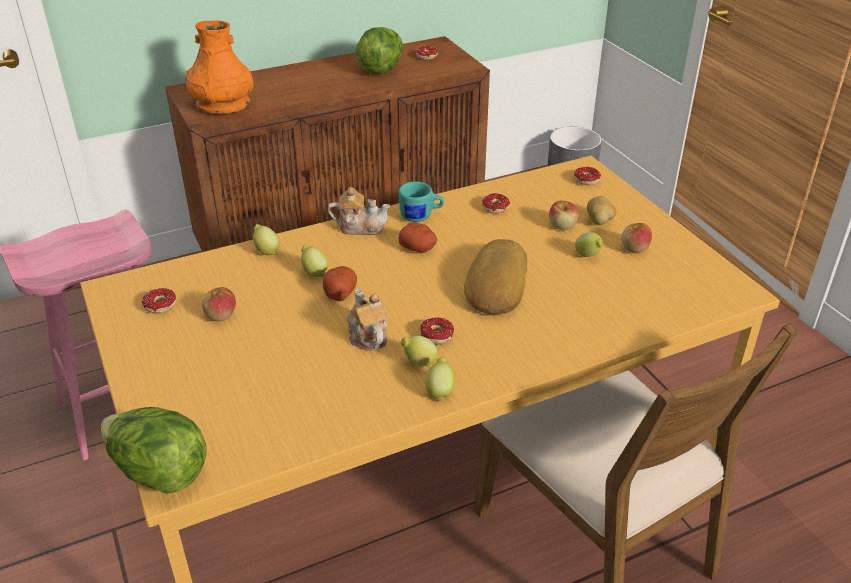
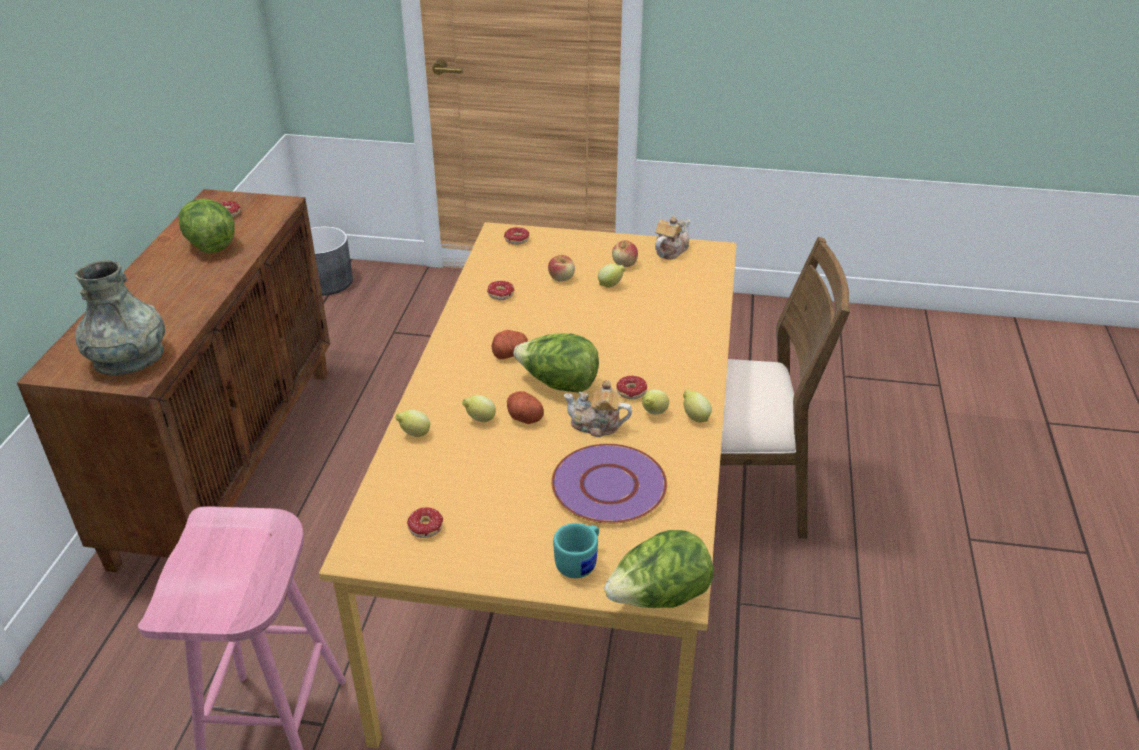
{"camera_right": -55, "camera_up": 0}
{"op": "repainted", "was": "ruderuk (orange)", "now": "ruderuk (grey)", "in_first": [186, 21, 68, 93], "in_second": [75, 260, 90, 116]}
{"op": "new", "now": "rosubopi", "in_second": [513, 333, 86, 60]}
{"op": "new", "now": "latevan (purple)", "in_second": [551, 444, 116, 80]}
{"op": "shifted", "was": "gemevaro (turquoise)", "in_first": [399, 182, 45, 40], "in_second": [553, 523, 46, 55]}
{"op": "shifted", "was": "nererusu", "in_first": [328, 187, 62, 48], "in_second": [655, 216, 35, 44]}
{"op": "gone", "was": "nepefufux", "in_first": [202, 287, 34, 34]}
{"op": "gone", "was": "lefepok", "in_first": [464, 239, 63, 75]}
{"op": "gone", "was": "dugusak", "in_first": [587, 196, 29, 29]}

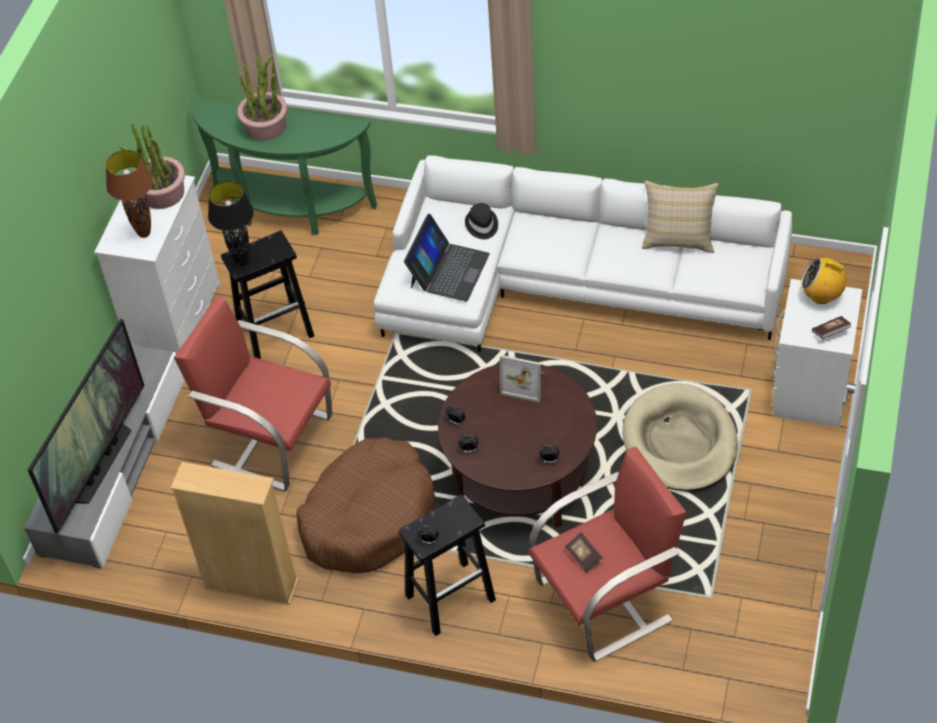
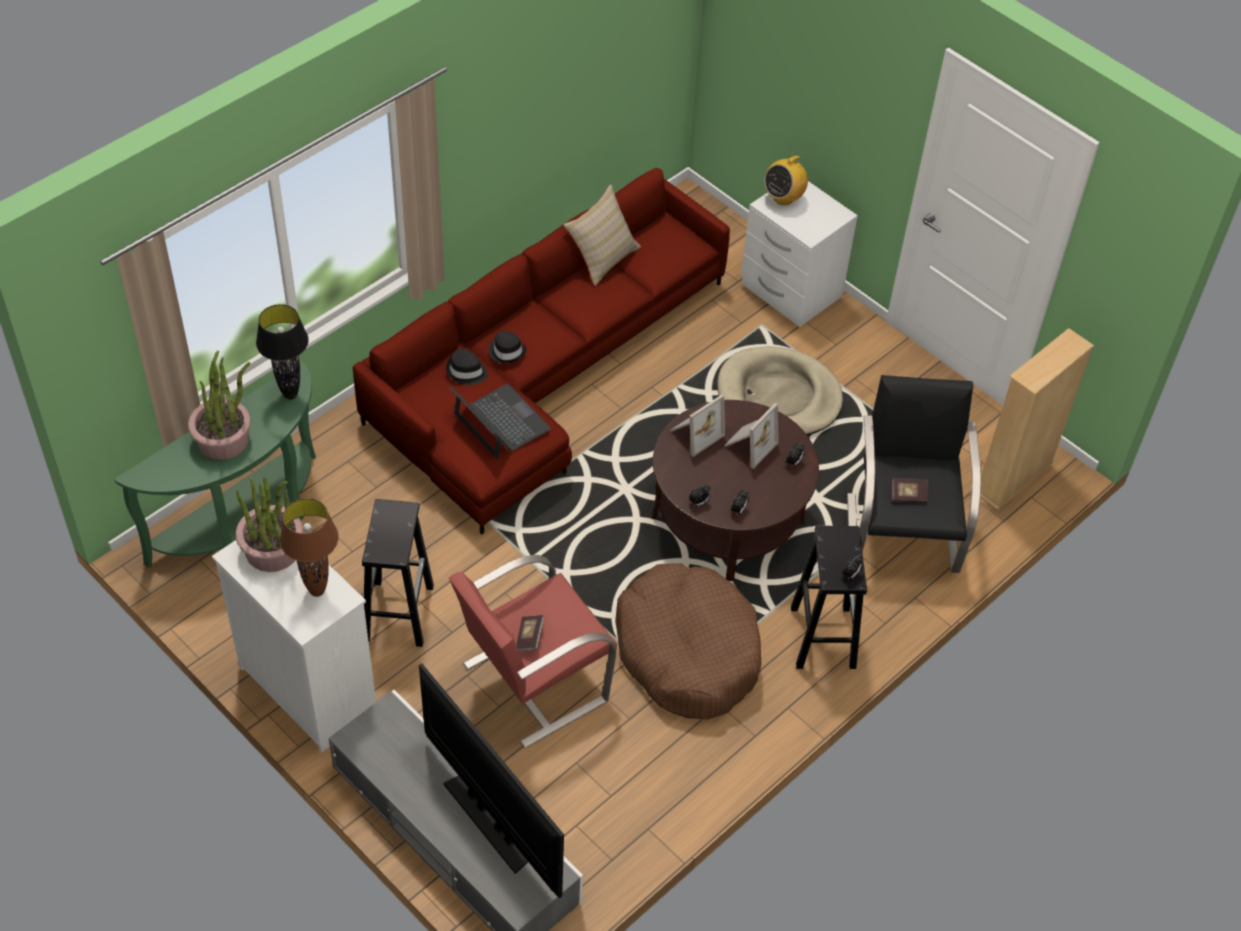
{"camera_right": -65, "camera_up": 0}
{"op": "shifted", "was": "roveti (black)", "in_first": [208, 181, 46, 85], "in_second": [256, 304, 53, 96]}
{"op": "repainted", "was": "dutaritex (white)", "now": "dutaritex (red)", "in_first": [374, 155, 418, 197], "in_second": [353, 168, 377, 366]}
{"op": "new", "now": "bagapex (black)", "in_second": [488, 331, 38, 32]}
{"op": "shifted", "was": "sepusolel", "in_first": [812, 316, 40, 23], "in_second": [516, 615, 29, 37]}
{"op": "new", "now": "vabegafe", "in_second": [724, 403, 55, 66]}
{"op": "repainted", "was": "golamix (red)", "now": "golamix (black)", "in_first": [529, 447, 158, 215], "in_second": [847, 375, 134, 198]}
{"op": "shifted", "was": "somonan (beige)", "in_first": [171, 462, 128, 143], "in_second": [980, 328, 114, 182]}

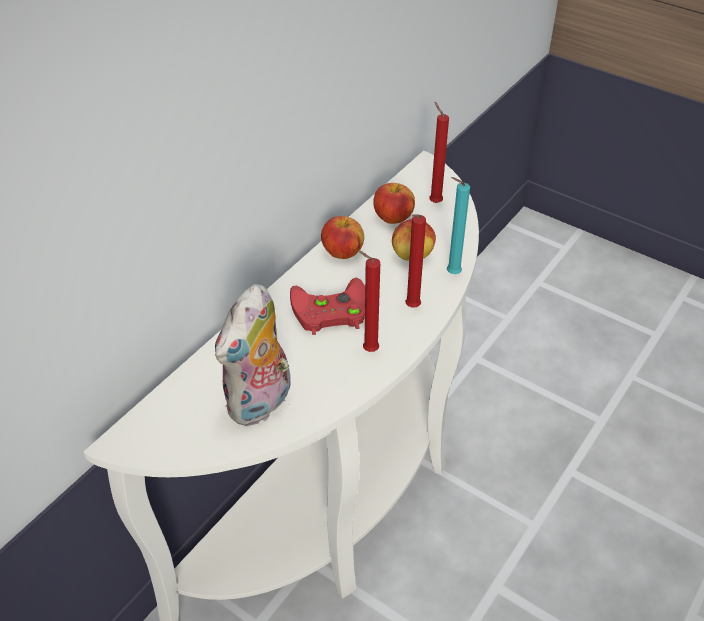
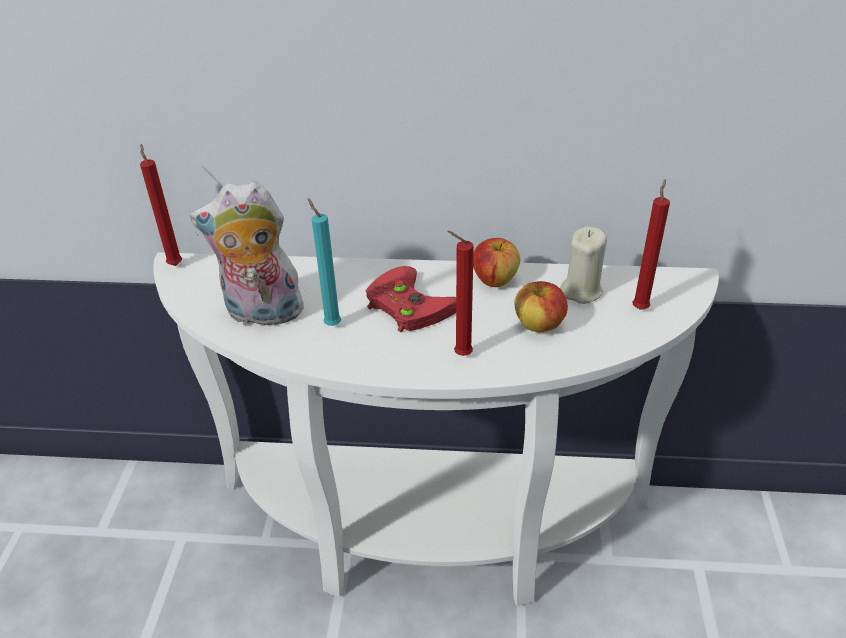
{"camera_right": 60, "camera_up": -5}
{"op": "shifted", "was": "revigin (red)", "in_first": [358, 250, 22, 102], "in_second": [140, 144, 42, 122]}
{"op": "shifted", "was": "revigin (turquoise)", "in_first": [447, 177, 23, 97], "in_second": [307, 198, 34, 128]}
{"op": "swapped", "was": "nepefufux", "now": "revigin (beige)", "in_first": [373, 183, 42, 41], "in_second": [560, 226, 47, 78]}

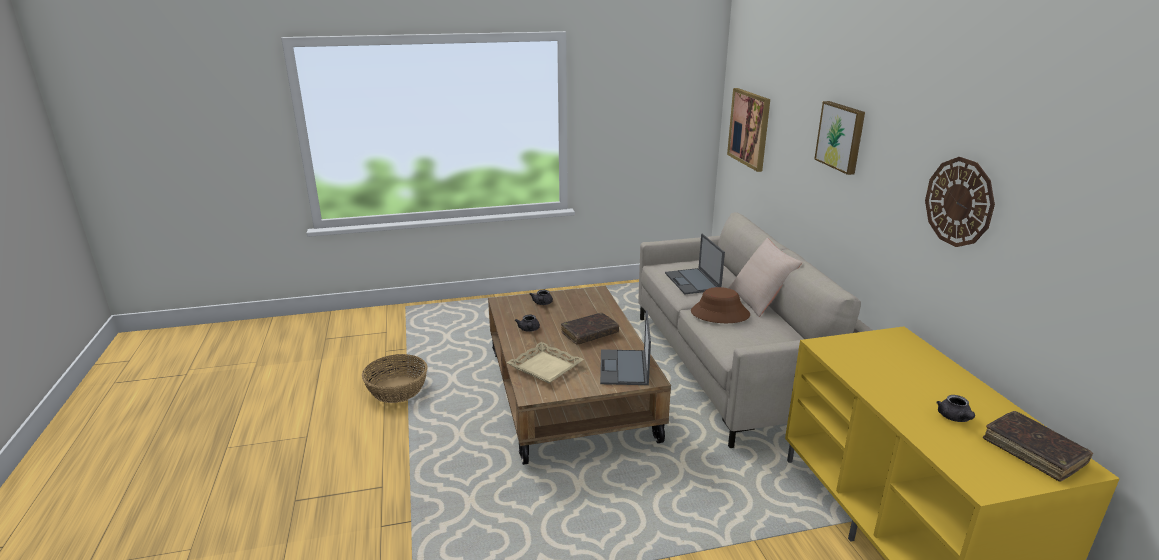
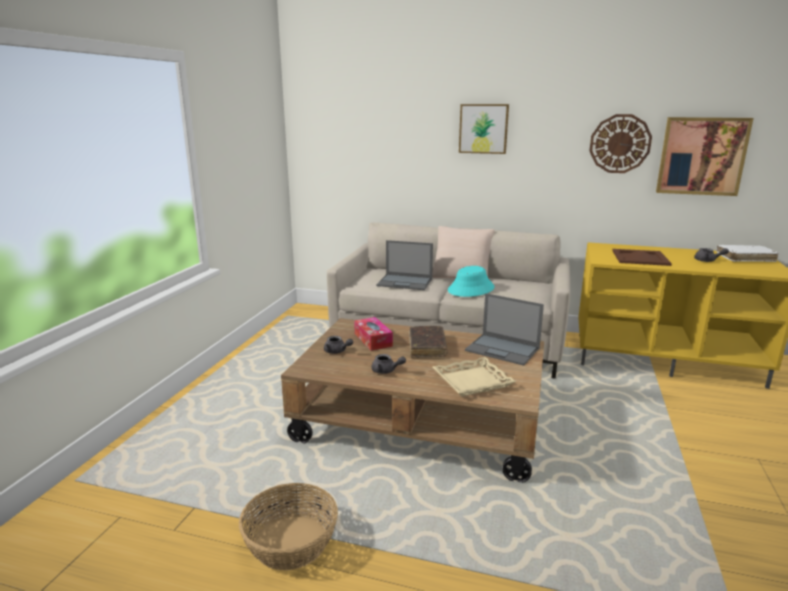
{"camera_right": -60, "camera_up": -5}
{"op": "new", "now": "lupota", "in_second": [354, 317, 39, 34]}
{"op": "repainted", "was": "bagapex (brown)", "now": "bagapex (turquoise)", "in_first": [691, 287, 59, 36], "in_second": [448, 266, 47, 31]}
{"op": "new", "now": "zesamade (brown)", "in_second": [612, 249, 60, 17]}
{"op": "shifted", "was": "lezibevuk", "in_first": [727, 88, 43, 84], "in_second": [656, 117, 98, 79]}
{"op": "repainted", "was": "sepusolel (brown)", "now": "sepusolel (white)", "in_first": [983, 411, 110, 71], "in_second": [716, 245, 63, 17]}

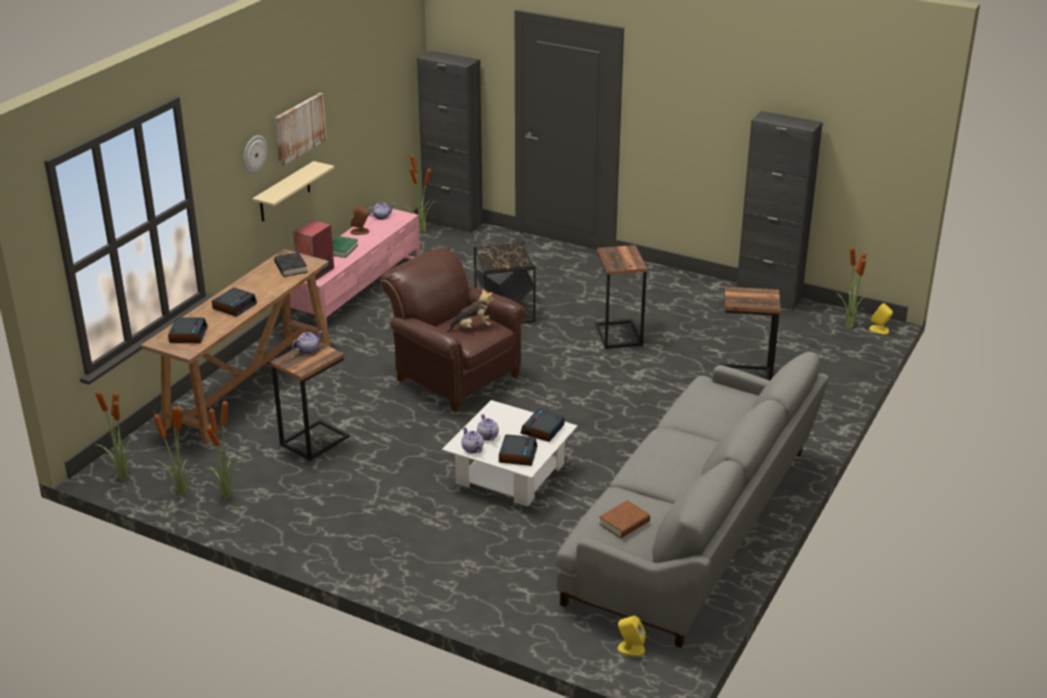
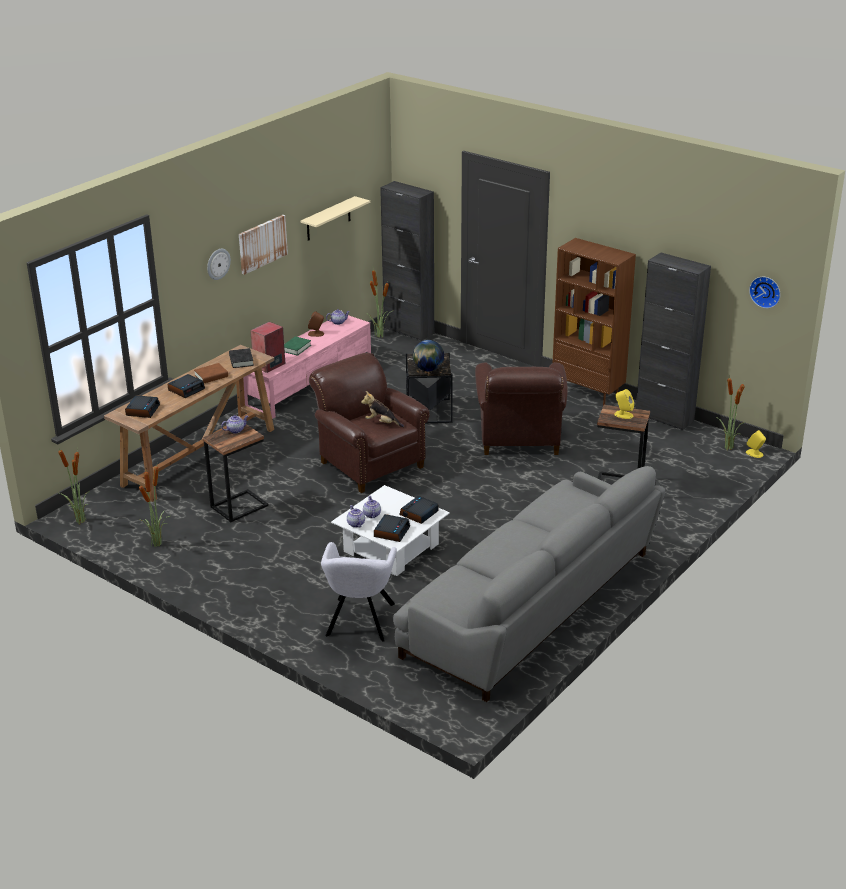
{"camera_right": 10, "camera_up": 0}
{"op": "shifted", "was": "sepusolel (brown)", "in_first": [599, 500, 51, 38], "in_second": [194, 363, 34, 20]}
{"op": "shifted", "was": "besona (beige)", "in_first": [252, 161, 82, 61], "in_second": [301, 196, 69, 45]}
{"op": "new", "now": "golamix (grey)", "in_second": [321, 542, 76, 100]}
{"op": "rotated", "was": "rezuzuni", "in_first": [446, 289, 48, 43], "in_second": [361, 391, 43, 36], "clockwise": -150}
{"op": "new", "now": "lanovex", "in_second": [413, 340, 31, 31]}
{"op": "swapped", "was": "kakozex", "now": "golamix (brown)", "in_first": [595, 245, 52, 104], "in_second": [475, 362, 93, 93]}
{"op": "new", "now": "somonan (brown)", "in_second": [553, 238, 83, 167]}
{"op": "shifted", "was": "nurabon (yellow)", "in_first": [618, 616, 28, 41], "in_second": [614, 389, 20, 30]}
{"op": "new", "now": "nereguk", "in_second": [749, 277, 31, 31]}
{"op": "gone", "was": "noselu", "in_first": [153, 405, 46, 91]}

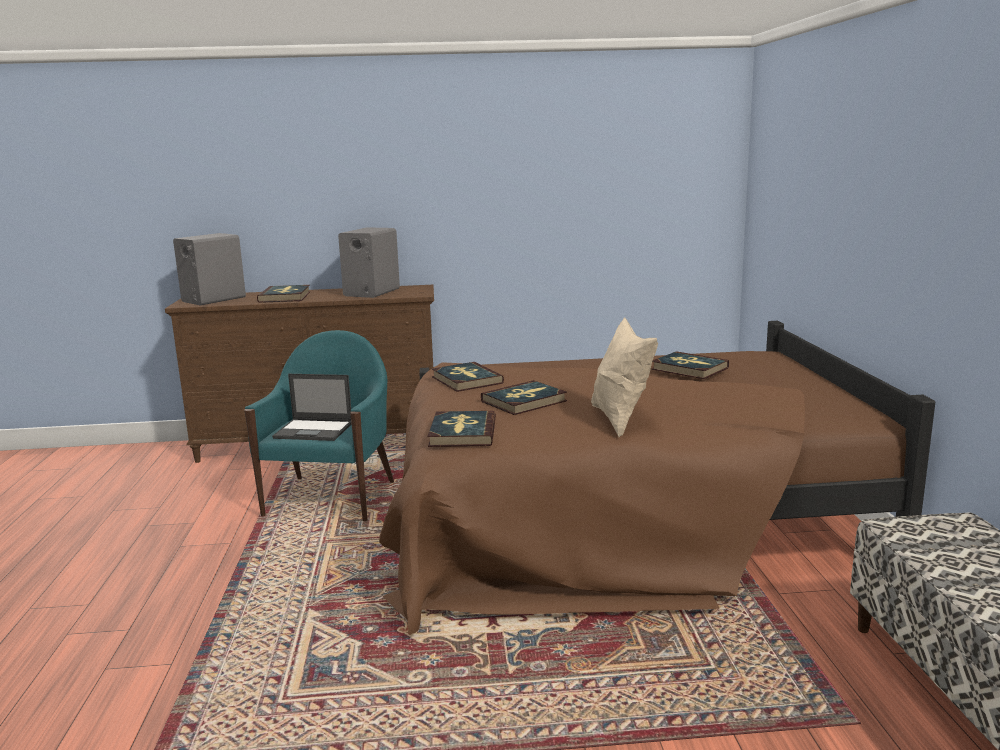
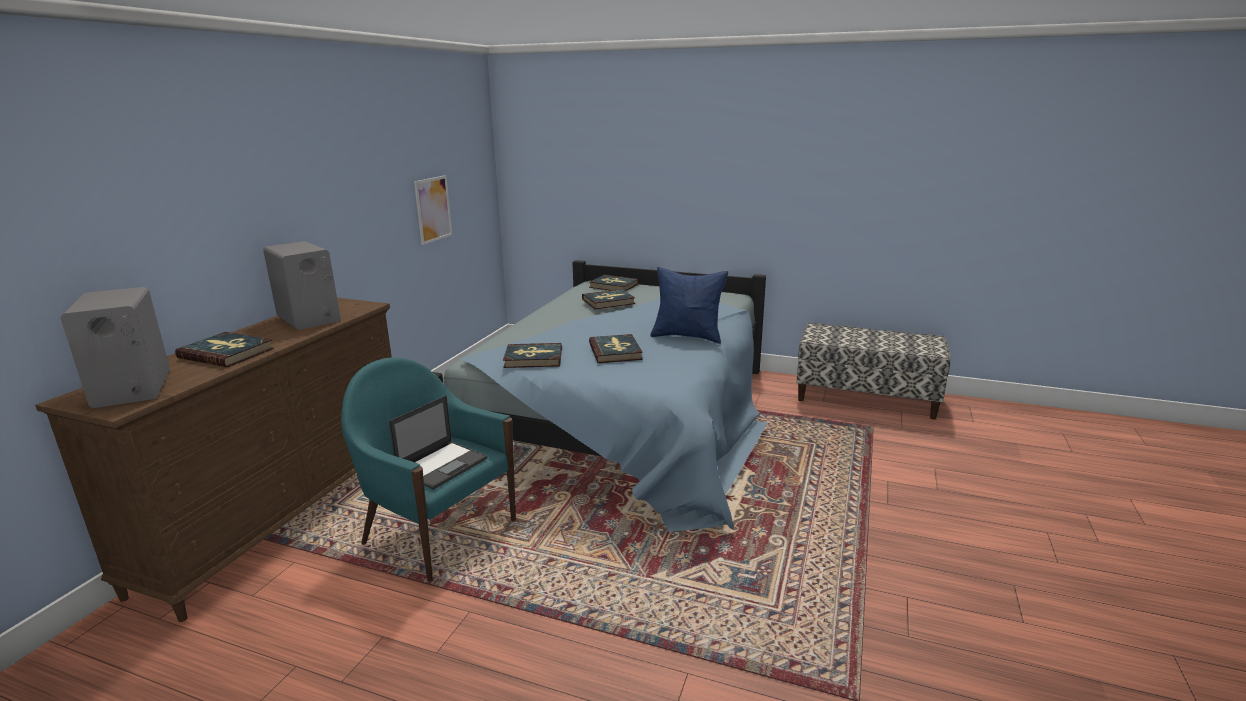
{"camera_right": -65, "camera_up": 5}
{"op": "new", "now": "lezibevuk", "in_second": [414, 175, 38, 70]}
{"op": "repainted", "was": "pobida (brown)", "now": "pobida (blue)", "in_first": [379, 321, 556, 314], "in_second": [433, 260, 334, 272]}
{"op": "shifted", "was": "sepusolel", "in_first": [428, 411, 68, 36], "in_second": [589, 275, 50, 16]}
{"op": "repainted", "was": "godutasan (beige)", "now": "godutasan (blue)", "in_first": [591, 317, 67, 120], "in_second": [651, 267, 77, 77]}

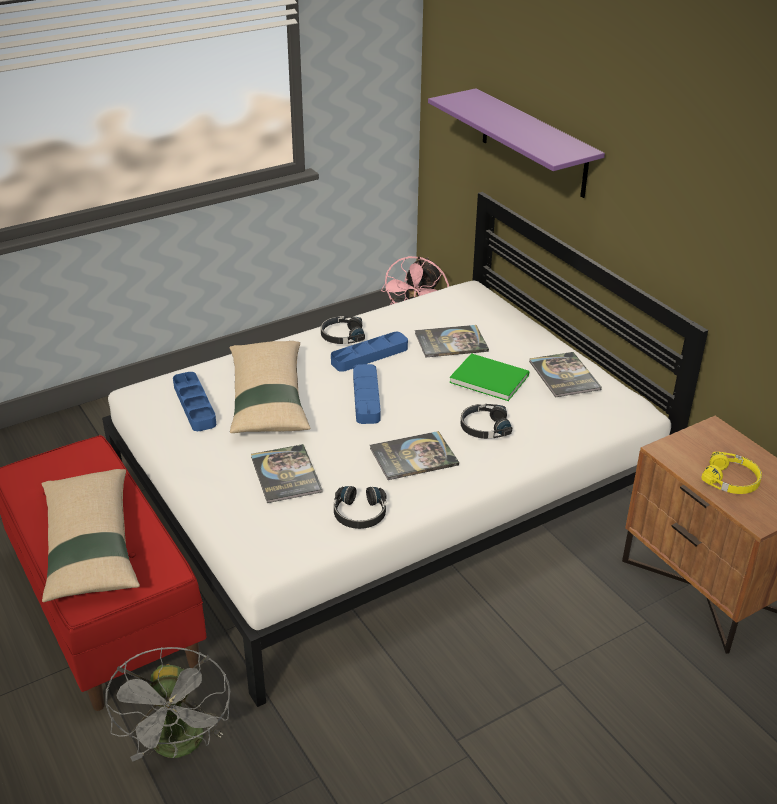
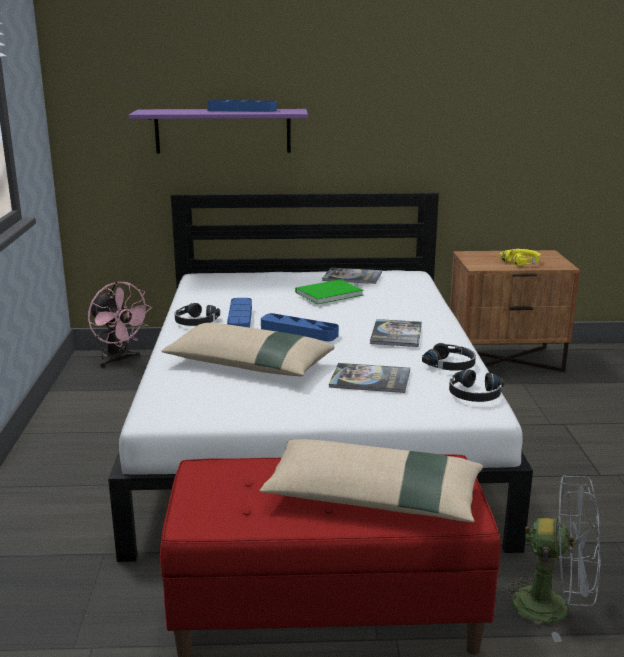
{"camera_right": -60, "camera_up": -15}
{"op": "shifted", "was": "zesamade (blue)", "in_first": [173, 372, 43, 59], "in_second": [207, 100, 70, 12]}
{"op": "shifted", "was": "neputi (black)", "in_first": [461, 404, 51, 35], "in_second": [449, 369, 55, 33]}
{"op": "gone", "was": "sepusolel", "in_first": [415, 325, 74, 33]}

